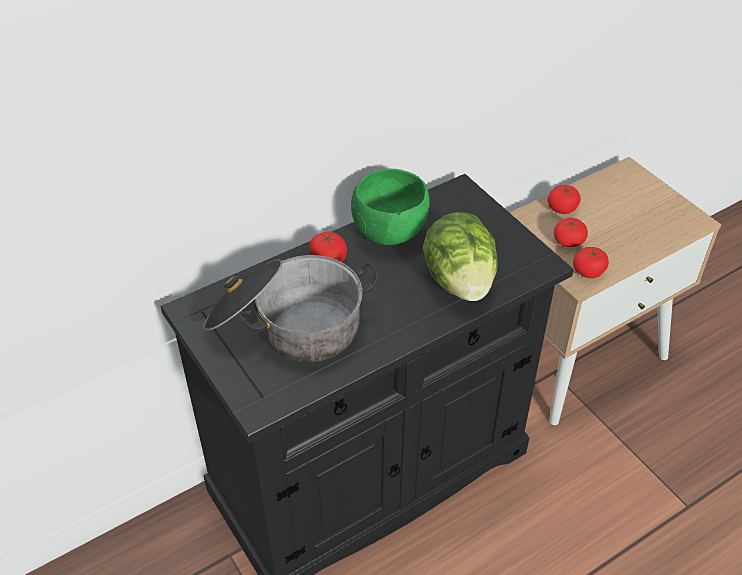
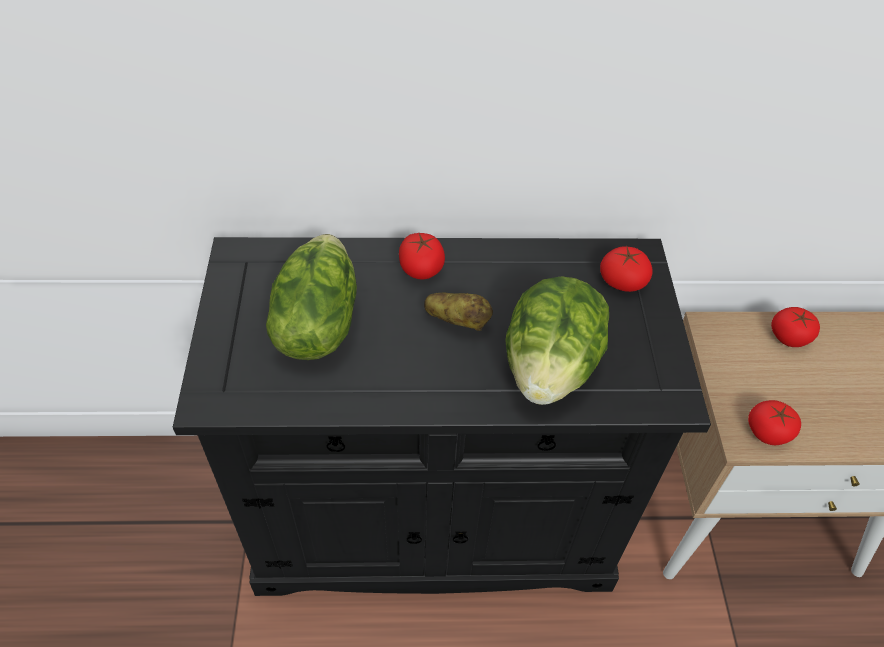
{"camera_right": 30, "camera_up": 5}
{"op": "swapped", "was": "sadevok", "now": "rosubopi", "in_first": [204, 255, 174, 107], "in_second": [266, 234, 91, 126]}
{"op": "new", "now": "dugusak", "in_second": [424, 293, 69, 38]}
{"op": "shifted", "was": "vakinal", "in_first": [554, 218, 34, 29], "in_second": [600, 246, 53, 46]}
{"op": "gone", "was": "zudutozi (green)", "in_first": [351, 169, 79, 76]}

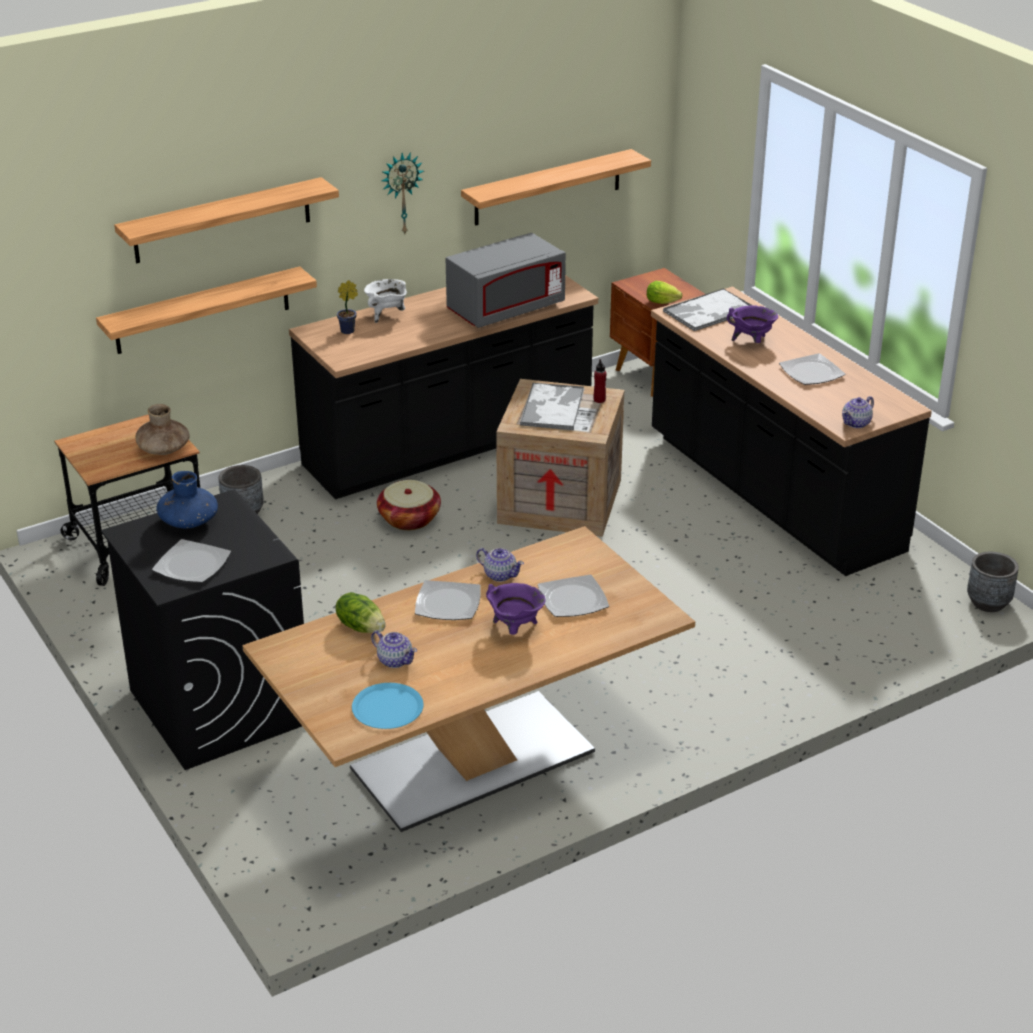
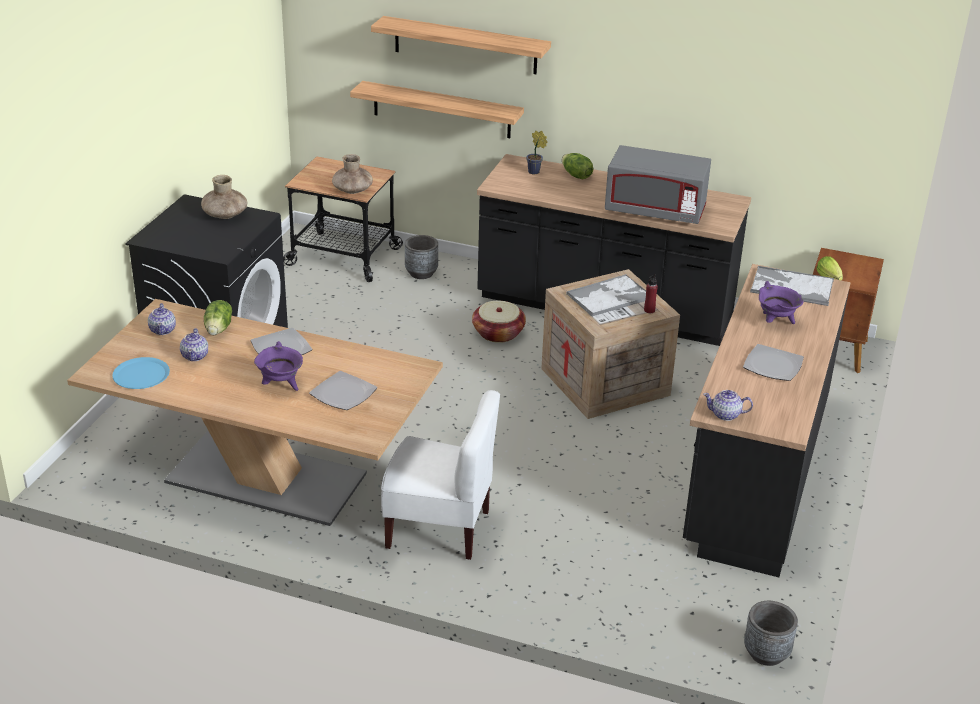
{"camera_right": 50, "camera_up": 0}
{"op": "shifted", "was": "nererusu", "in_first": [476, 548, 48, 34], "in_second": [148, 303, 28, 32]}
{"op": "repainted", "was": "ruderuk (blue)", "now": "ruderuk (brown)", "in_first": [156, 471, 62, 57], "in_second": [201, 175, 46, 44]}
{"op": "new", "now": "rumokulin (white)", "in_second": [381, 390, 119, 170]}
{"op": "swapped", "was": "sadevok (white)", "now": "rosubopi", "in_first": [364, 279, 43, 44], "in_second": [562, 153, 32, 26]}
{"op": "gone", "was": "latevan", "in_first": [152, 539, 79, 44]}
{"op": "gone", "was": "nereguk", "in_first": [382, 152, 42, 82]}
{"op": "gone", "was": "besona", "in_first": [461, 149, 190, 77]}

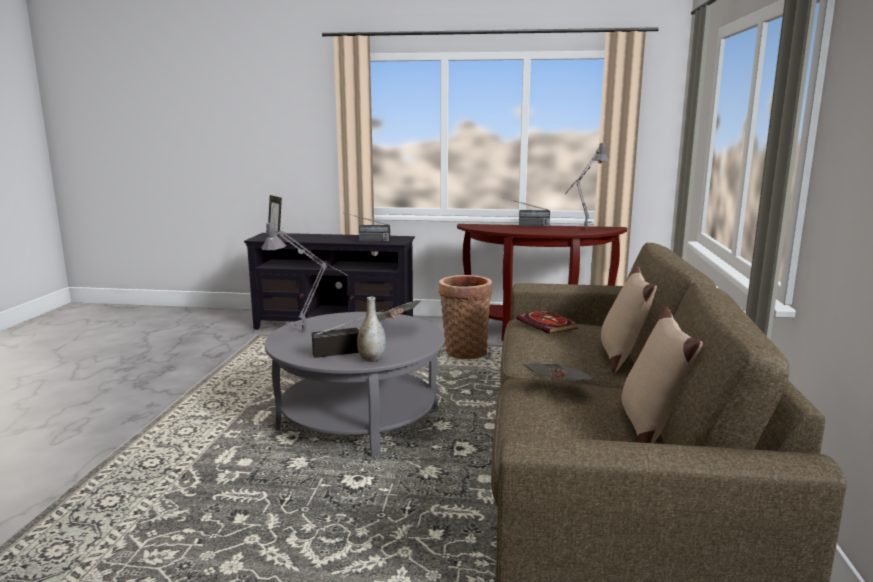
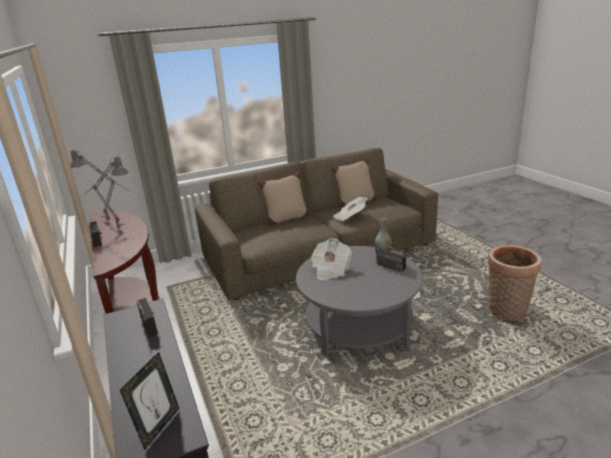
{"camera_right": -120, "camera_up": 10}
{"op": "shifted", "was": "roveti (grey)", "in_first": [262, 222, 86, 108], "in_second": [84, 155, 45, 74]}
{"op": "shifted", "was": "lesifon", "in_first": [439, 275, 53, 84], "in_second": [488, 245, 54, 76]}
{"op": "gone", "was": "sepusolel", "in_first": [516, 310, 62, 24]}

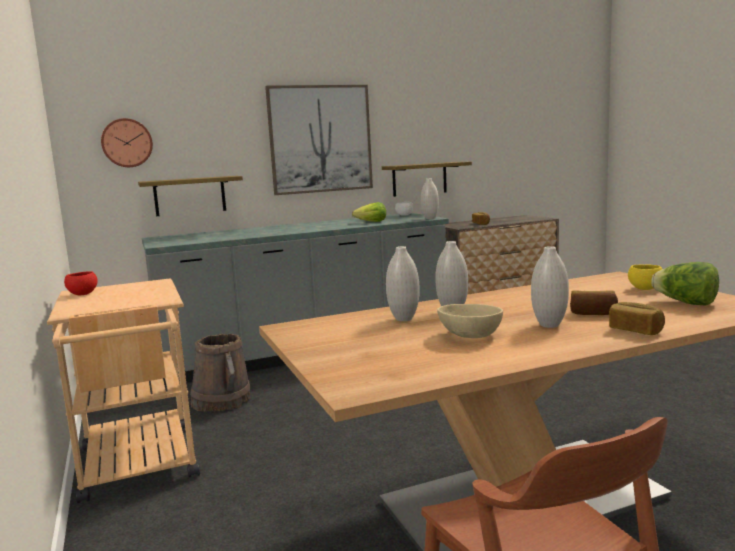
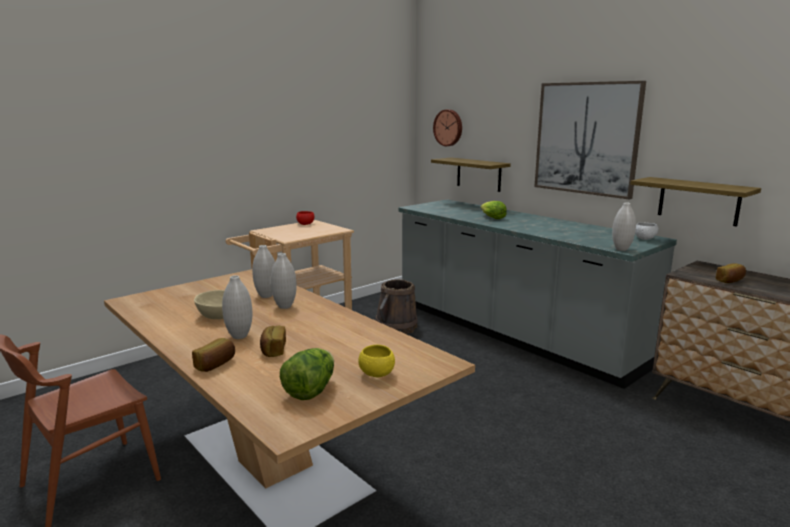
{"camera_right": 70, "camera_up": 5}
{"op": "shifted", "was": "rosubopi", "in_first": [352, 202, 34, 20], "in_second": [480, 201, 27, 18]}

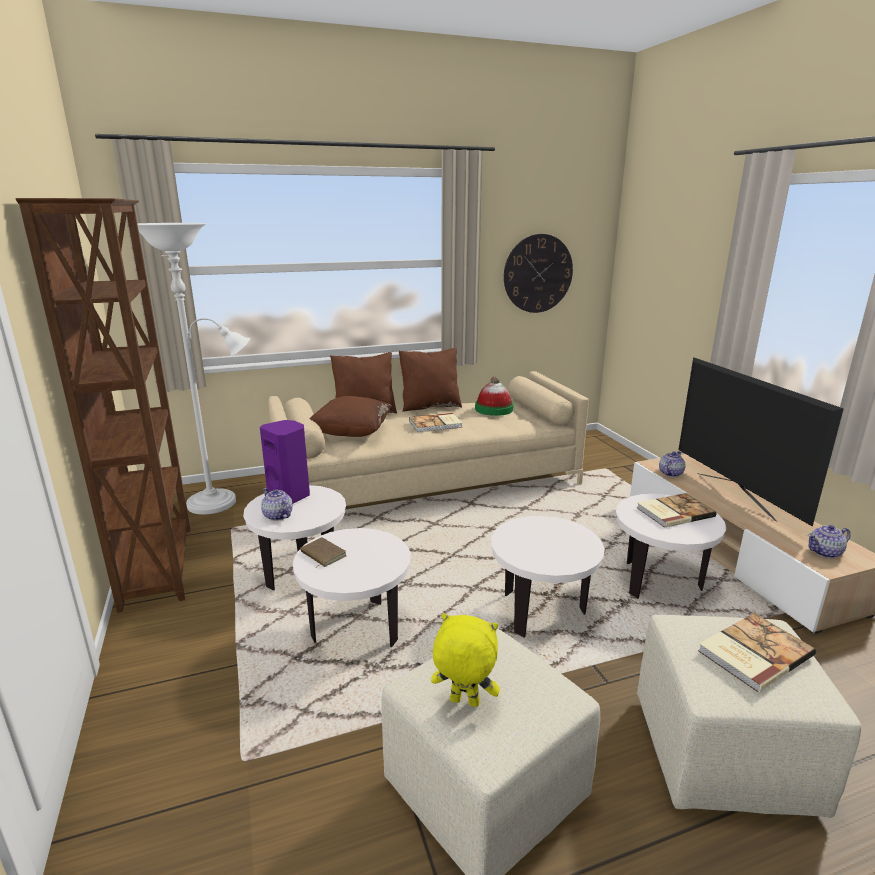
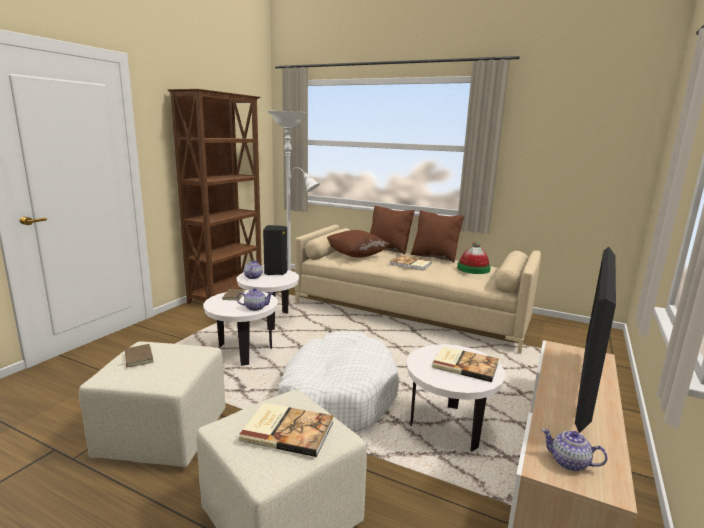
{"camera_right": 45, "camera_up": -5}
{"op": "swapped", "was": "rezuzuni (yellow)", "now": "sepusolel (brown)", "in_first": [431, 613, 69, 94], "in_second": [120, 344, 33, 23]}
{"op": "shifted", "was": "nererusu", "in_first": [659, 451, 27, 26], "in_second": [237, 288, 36, 23]}
{"op": "repainted", "was": "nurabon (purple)", "now": "nurabon (black)", "in_first": [260, 420, 50, 84], "in_second": [263, 225, 25, 50]}
{"op": "swapped", "was": "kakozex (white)", "now": "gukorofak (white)", "in_first": [491, 516, 114, 122], "in_second": [277, 331, 122, 102]}
{"op": "gone", "was": "nereguk", "in_first": [504, 234, 69, 79]}

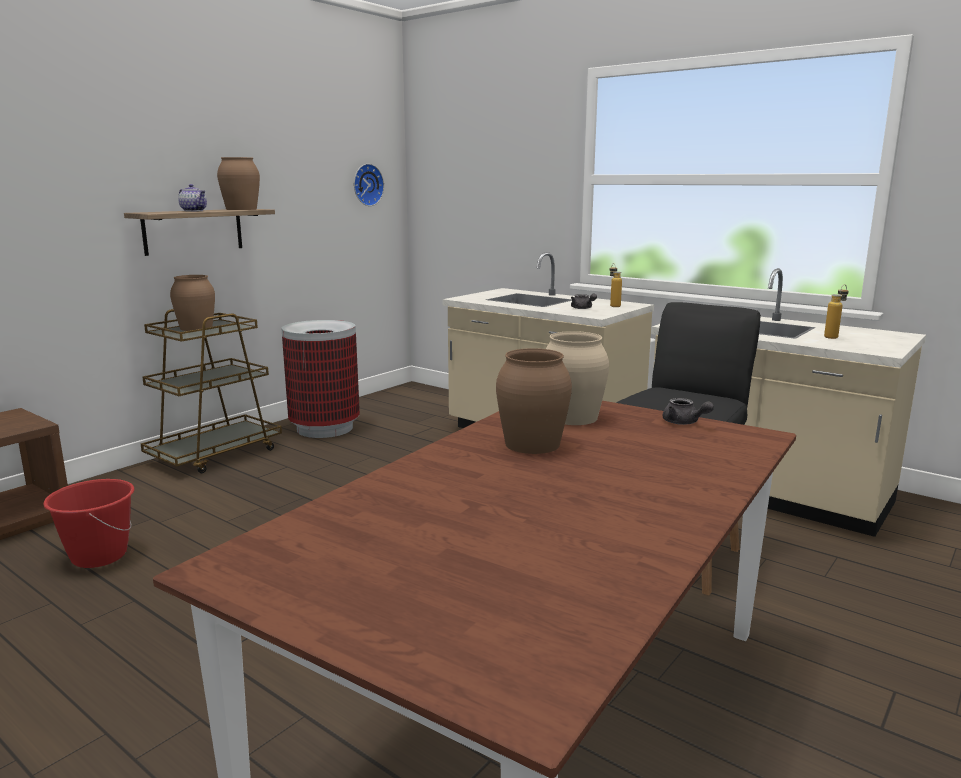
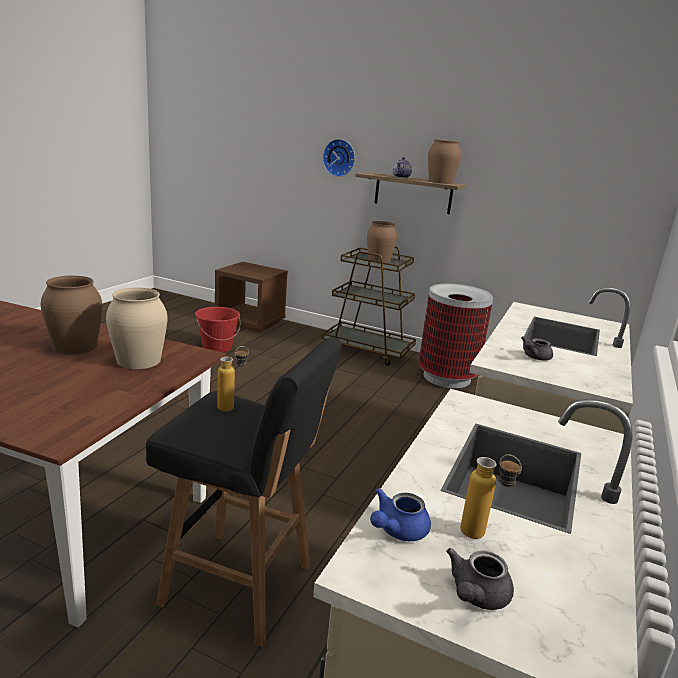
{"camera_right": 75, "camera_up": 5}
{"op": "shifted", "was": "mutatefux", "in_first": [610, 263, 12, 44], "in_second": [217, 346, 32, 66]}
{"op": "shifted", "was": "nereguk", "in_first": [354, 164, 30, 42], "in_second": [322, 139, 33, 38]}
{"op": "new", "now": "nererusu (blue)", "in_second": [370, 488, 61, 53]}
{"op": "shifted", "was": "nererusu (grey)", "in_first": [663, 398, 51, 27], "in_second": [446, 548, 68, 62]}

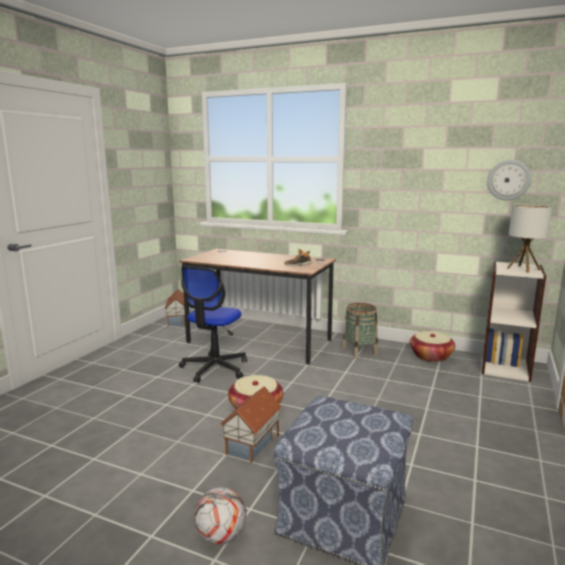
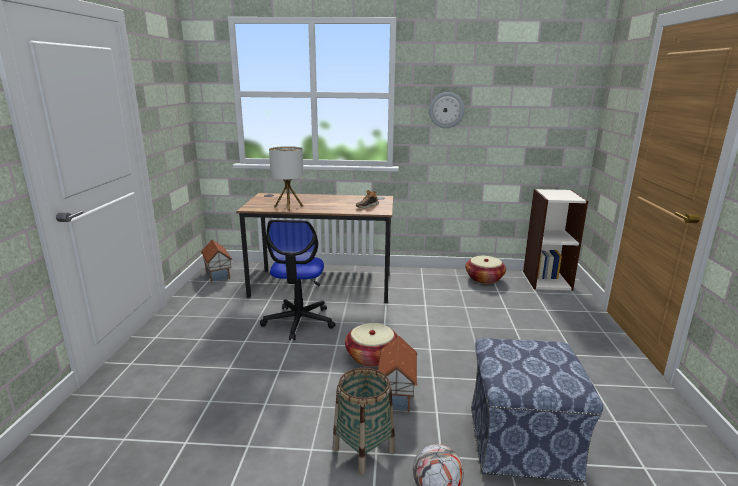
{"camera_right": -20, "camera_up": 5}
{"op": "shifted", "was": "roveti", "in_first": [506, 204, 46, 69], "in_second": [269, 146, 35, 65]}
{"op": "shifted", "was": "lesifon", "in_first": [342, 303, 36, 56], "in_second": [332, 368, 63, 107]}
{"op": "shifted", "was": "nereguk", "in_first": [487, 160, 44, 40], "in_second": [429, 92, 36, 36]}

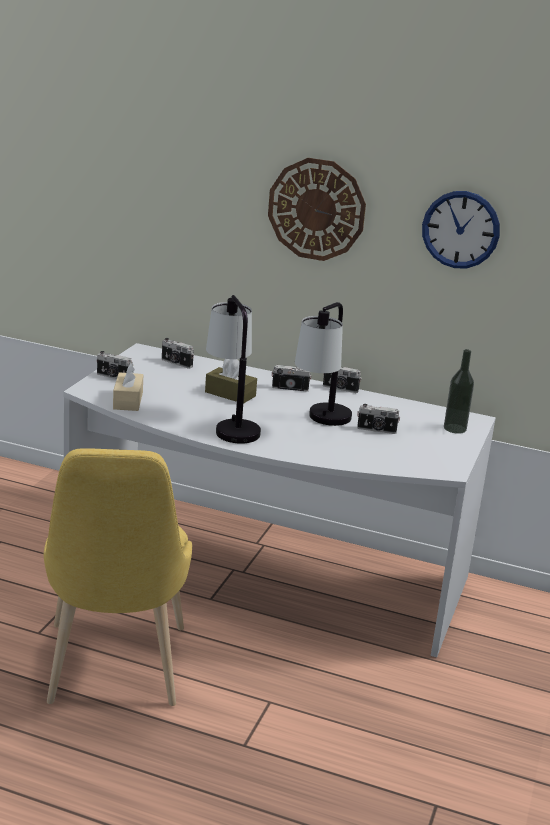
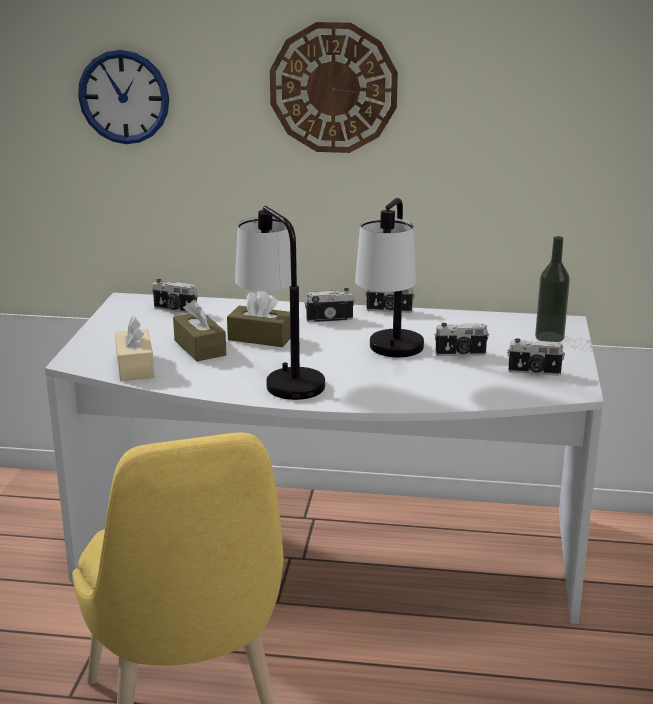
{"camera_right": -10, "camera_up": 0}
{"op": "shifted", "was": "nereguk", "in_first": [422, 191, 78, 77], "in_second": [78, 50, 91, 94]}
{"op": "new", "now": "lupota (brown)", "in_second": [173, 300, 53, 61]}
{"op": "shifted", "was": "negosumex", "in_first": [97, 351, 35, 28], "in_second": [507, 338, 58, 38]}

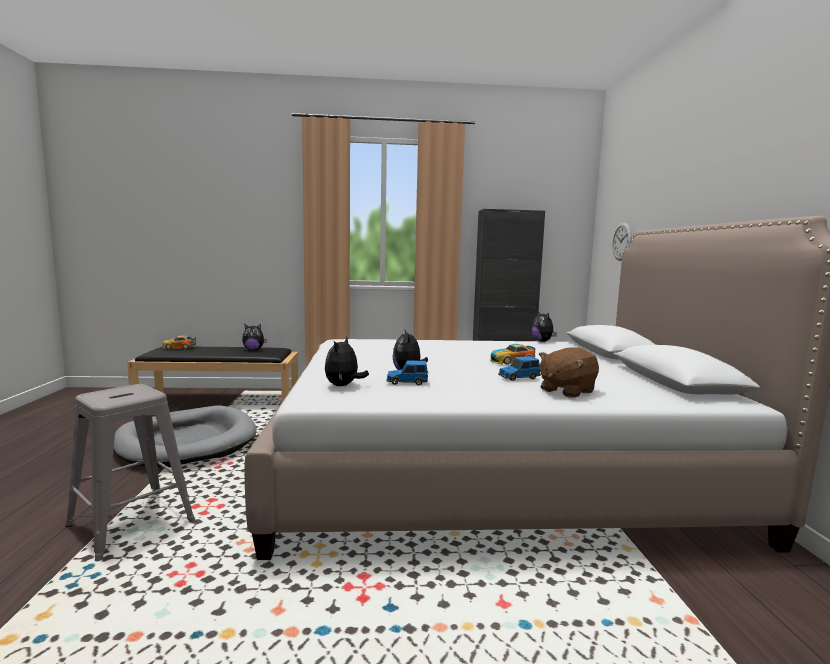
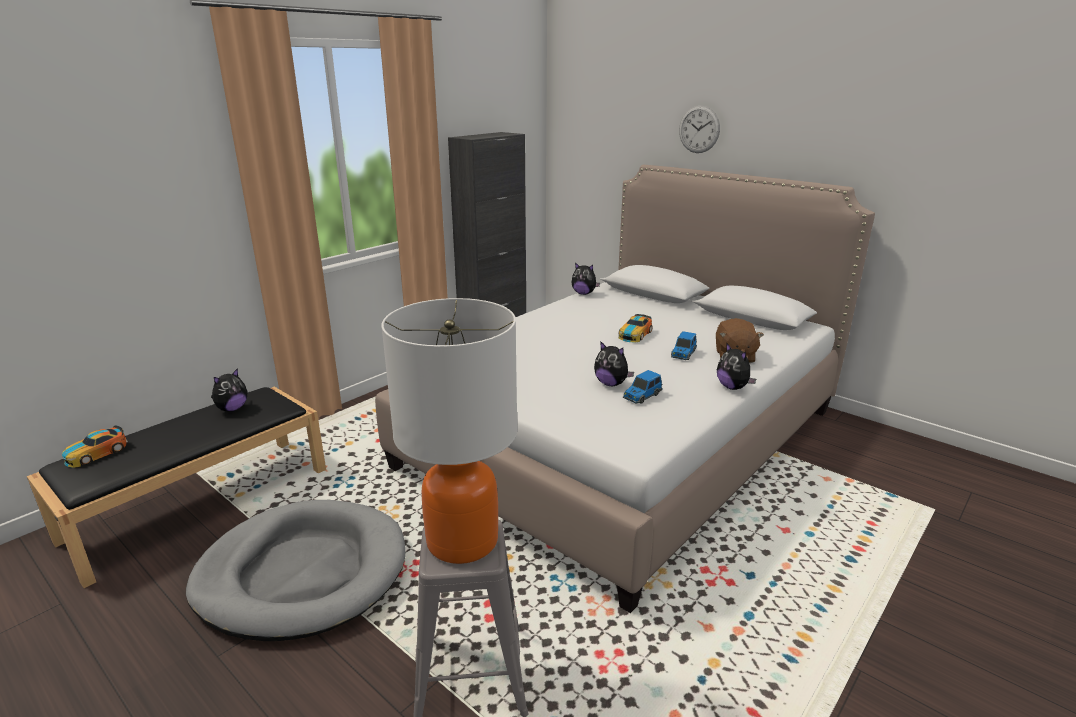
{"camera_right": -45, "camera_up": 15}
{"op": "new", "now": "roveti", "in_second": [381, 298, 137, 266]}
{"op": "shifted", "was": "nereguk", "in_first": [612, 223, 20, 38], "in_second": [679, 106, 41, 47]}
{"op": "shifted", "was": "rezuzuni", "in_first": [325, 336, 44, 50], "in_second": [717, 343, 39, 47]}

